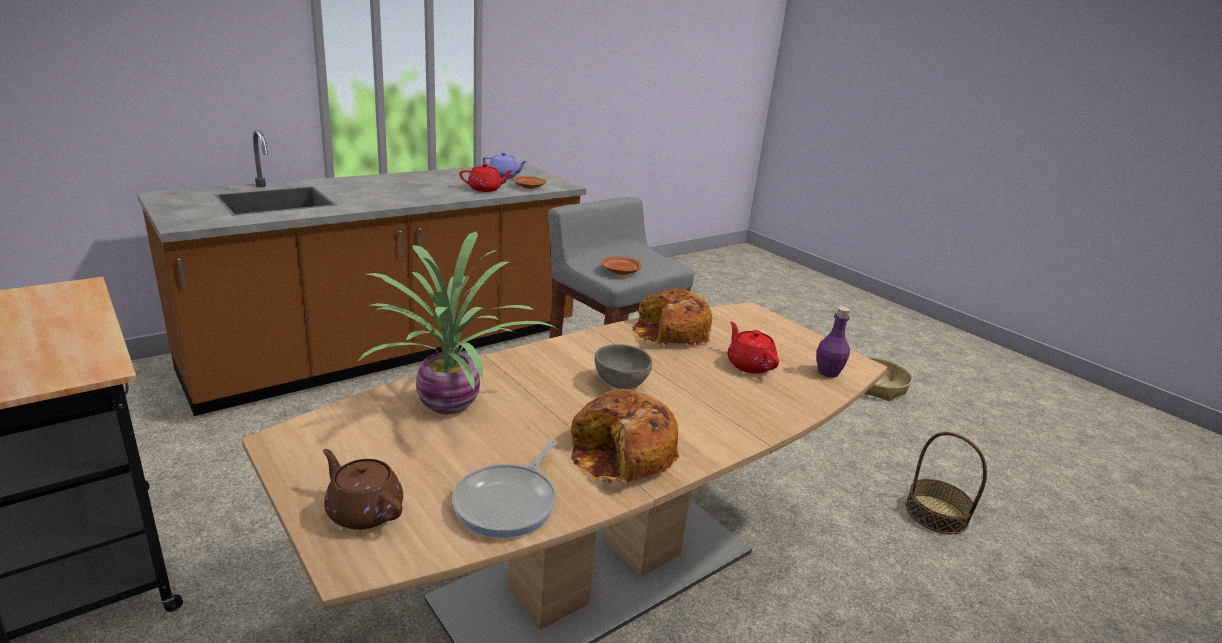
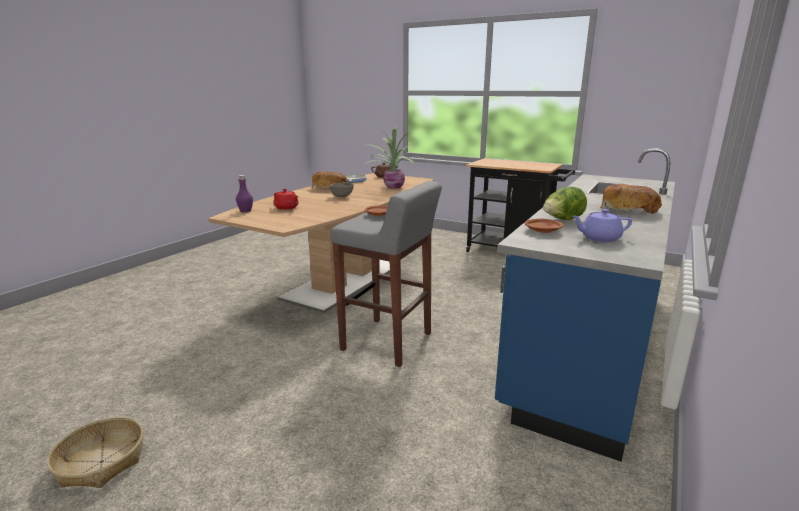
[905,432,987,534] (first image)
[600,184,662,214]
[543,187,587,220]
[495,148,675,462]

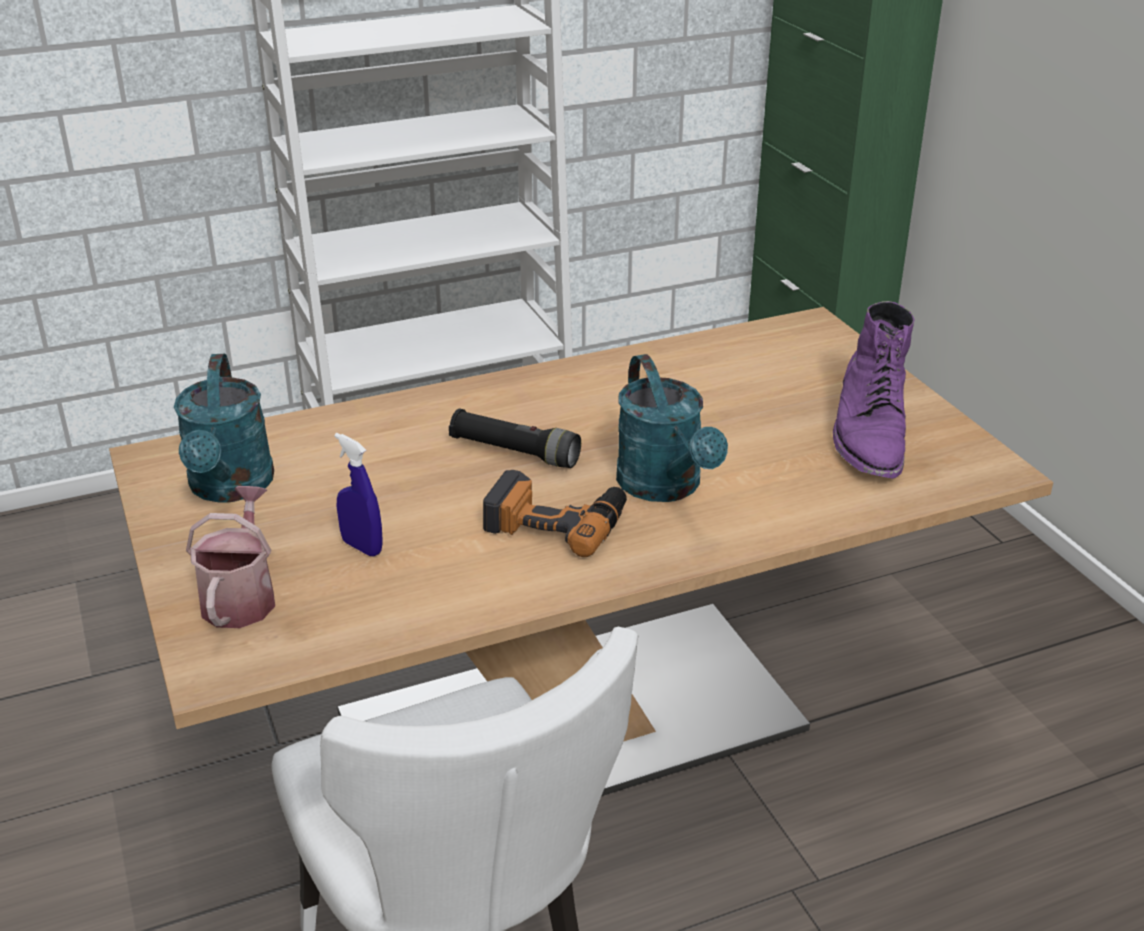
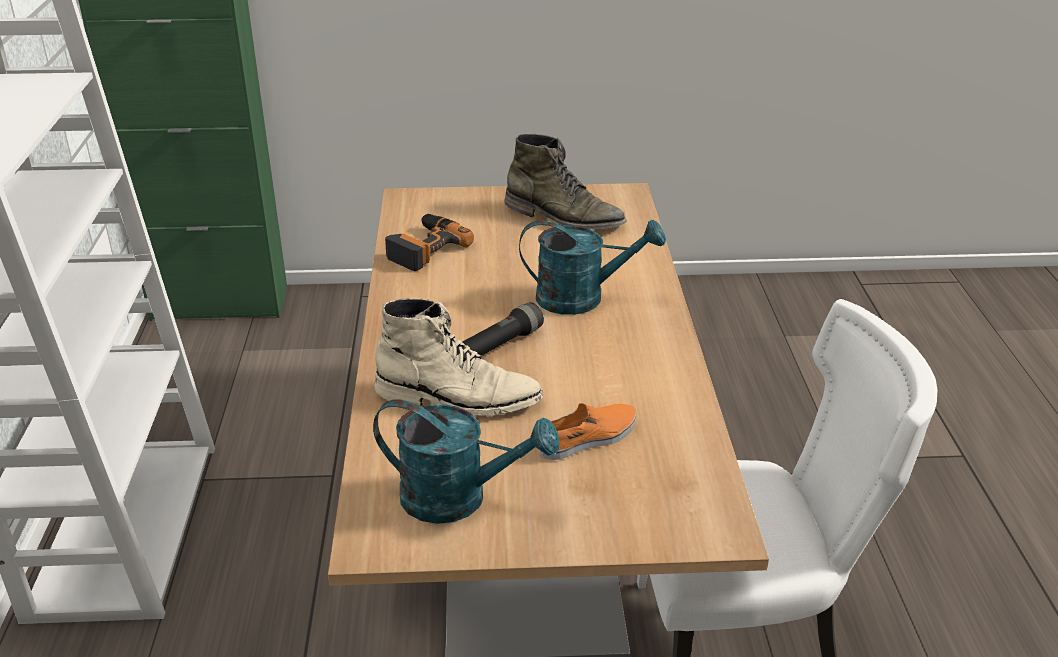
[186,486,275,628] (first image)
[374,298,544,416]
[385,214,474,271]
[539,403,636,460]
[504,134,627,230]

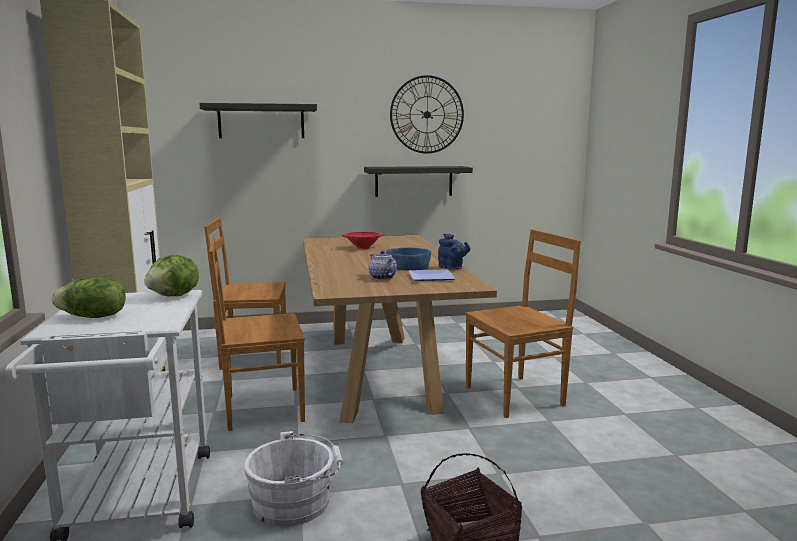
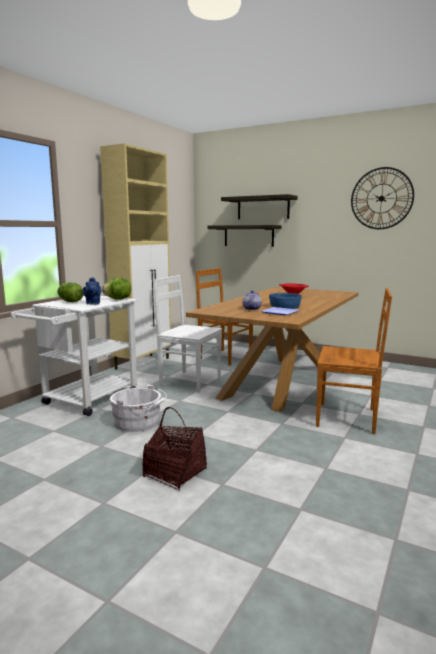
[208,225,282,247]
[82,277,101,305]
[153,275,222,393]

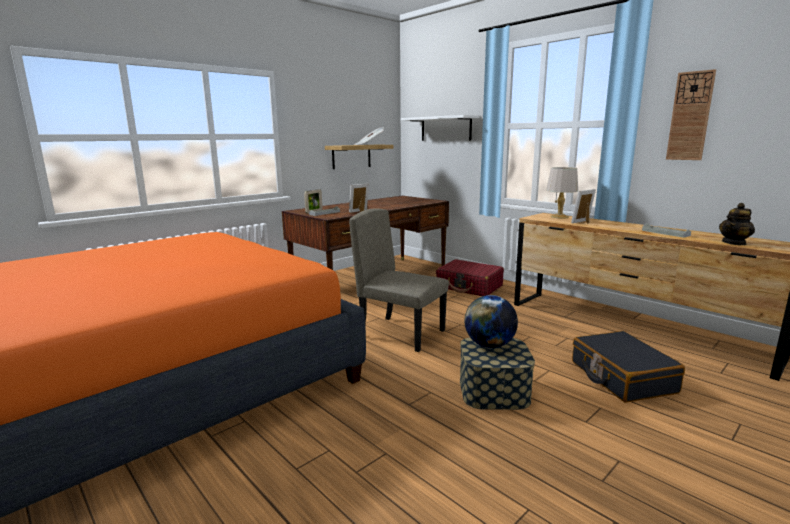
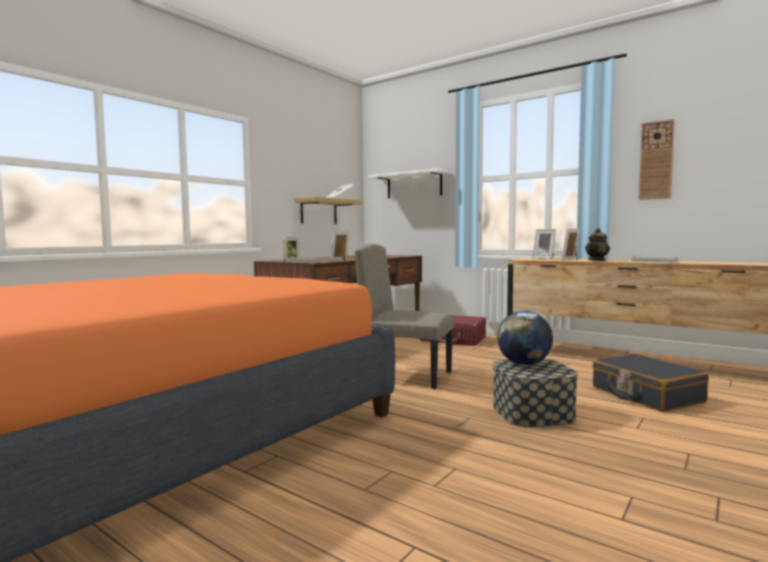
[585,228,610,261]
[532,229,556,259]

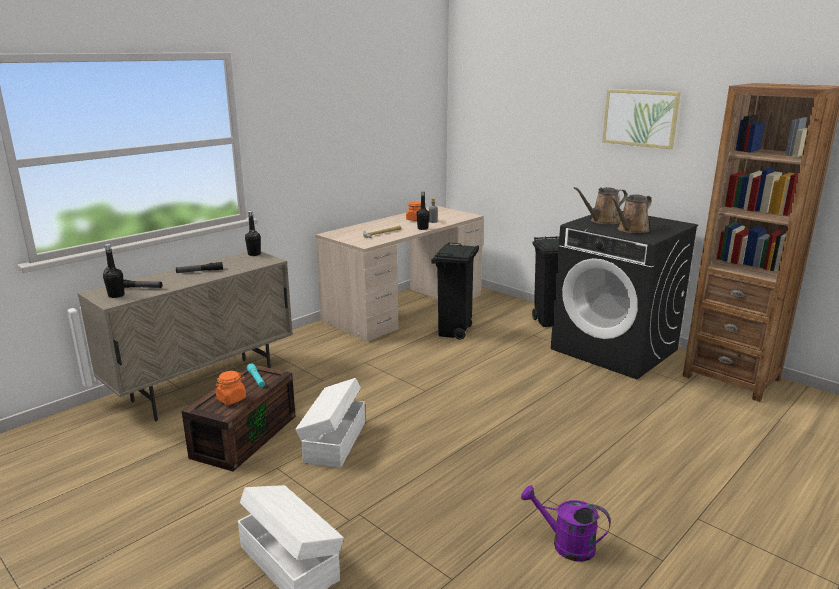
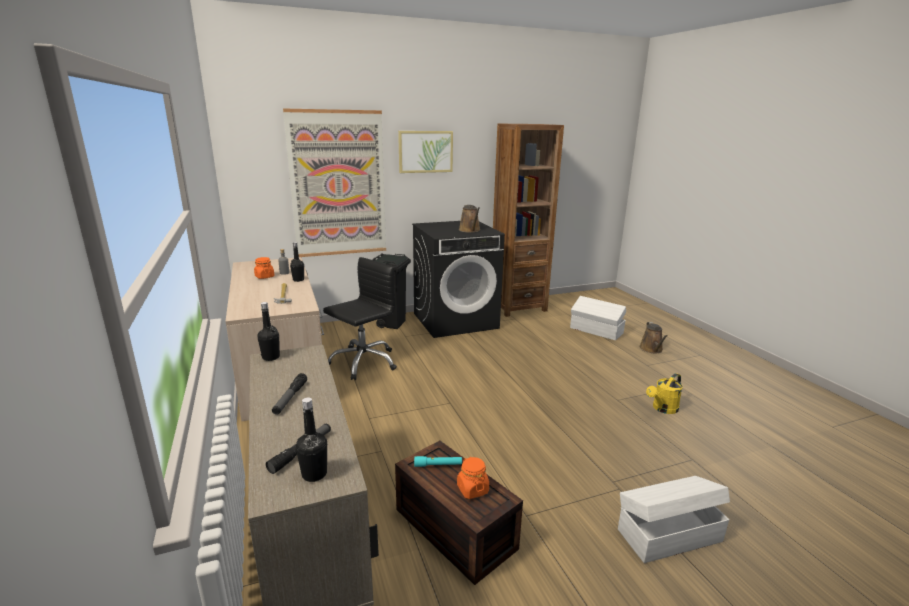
[283,108,386,257]
[570,296,626,340]
[639,322,668,353]
[323,257,397,380]
[646,373,683,414]

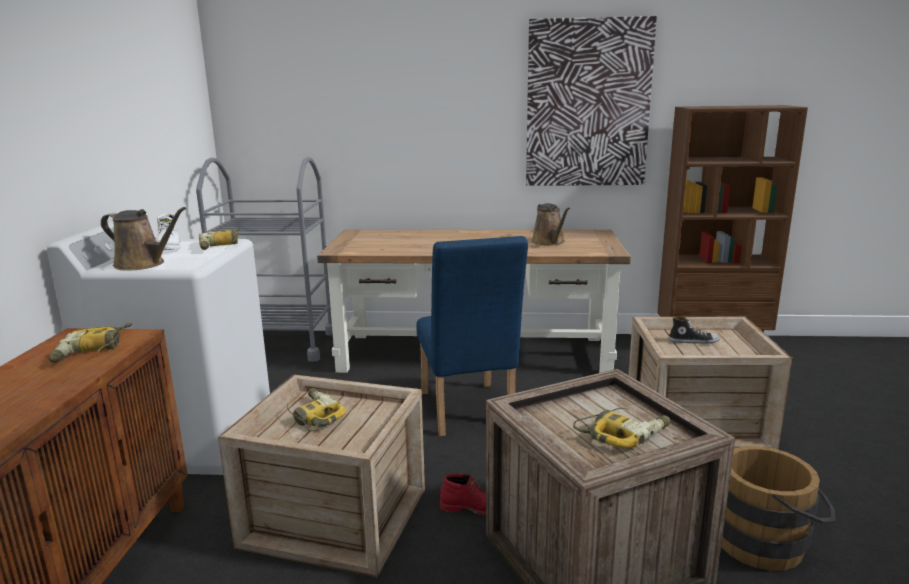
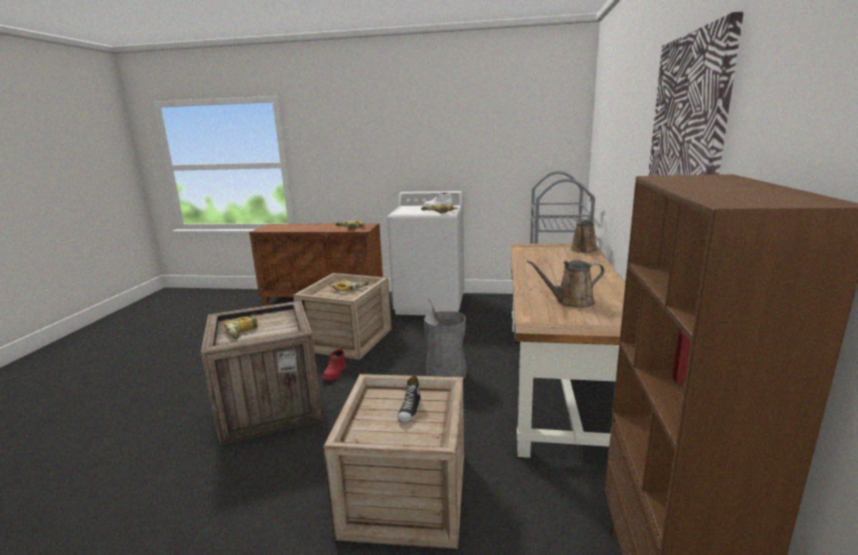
[721,446,836,571] (first image)
[570,220,598,253]
[424,298,466,379]

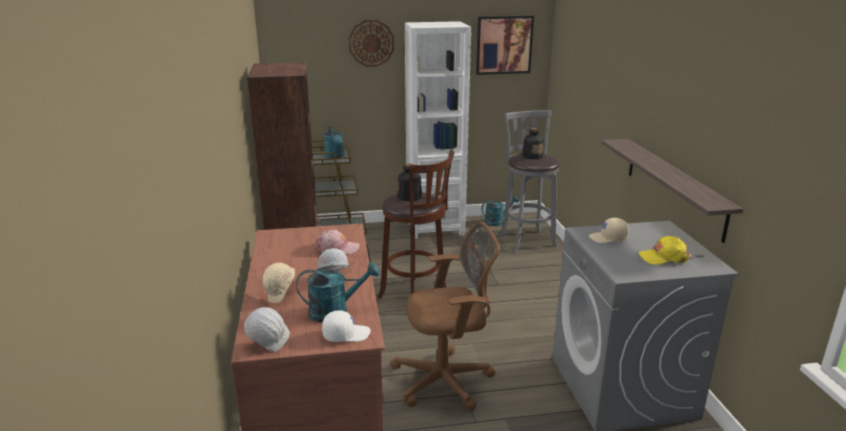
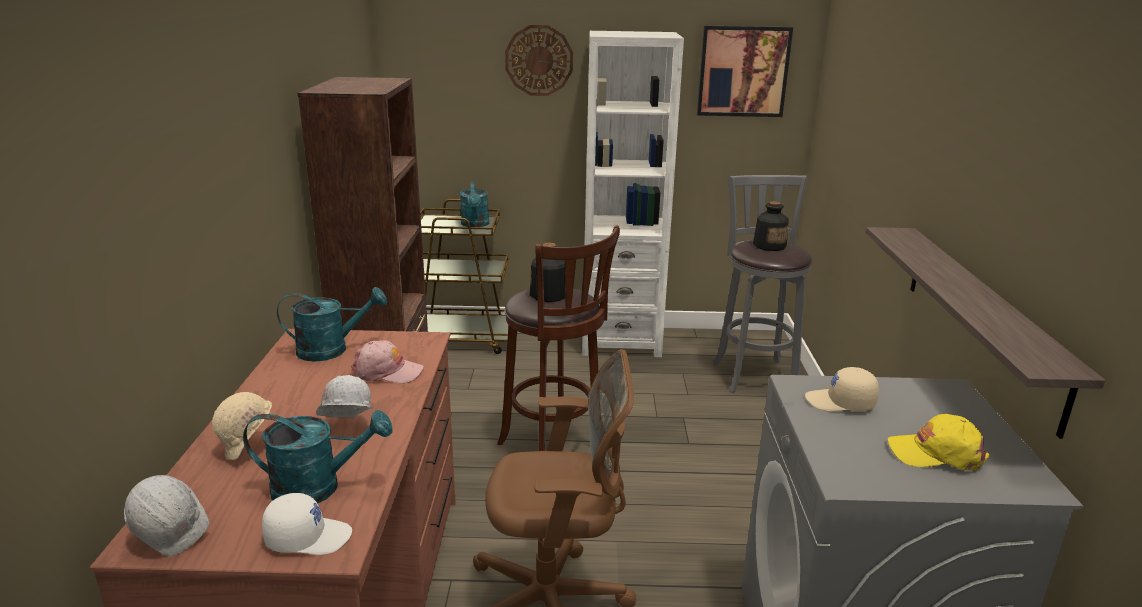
[277,287,387,362]

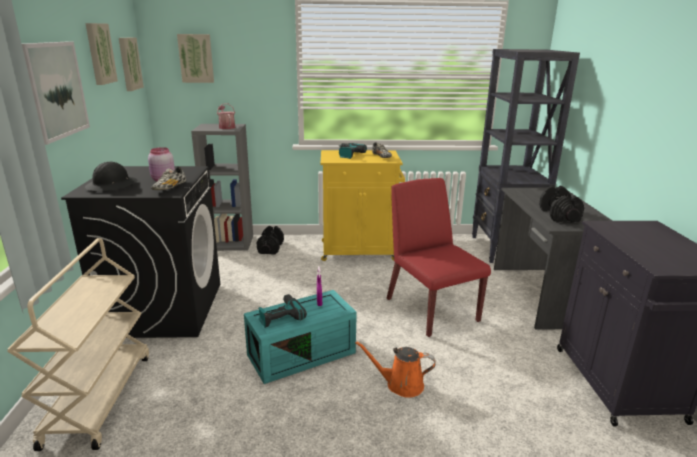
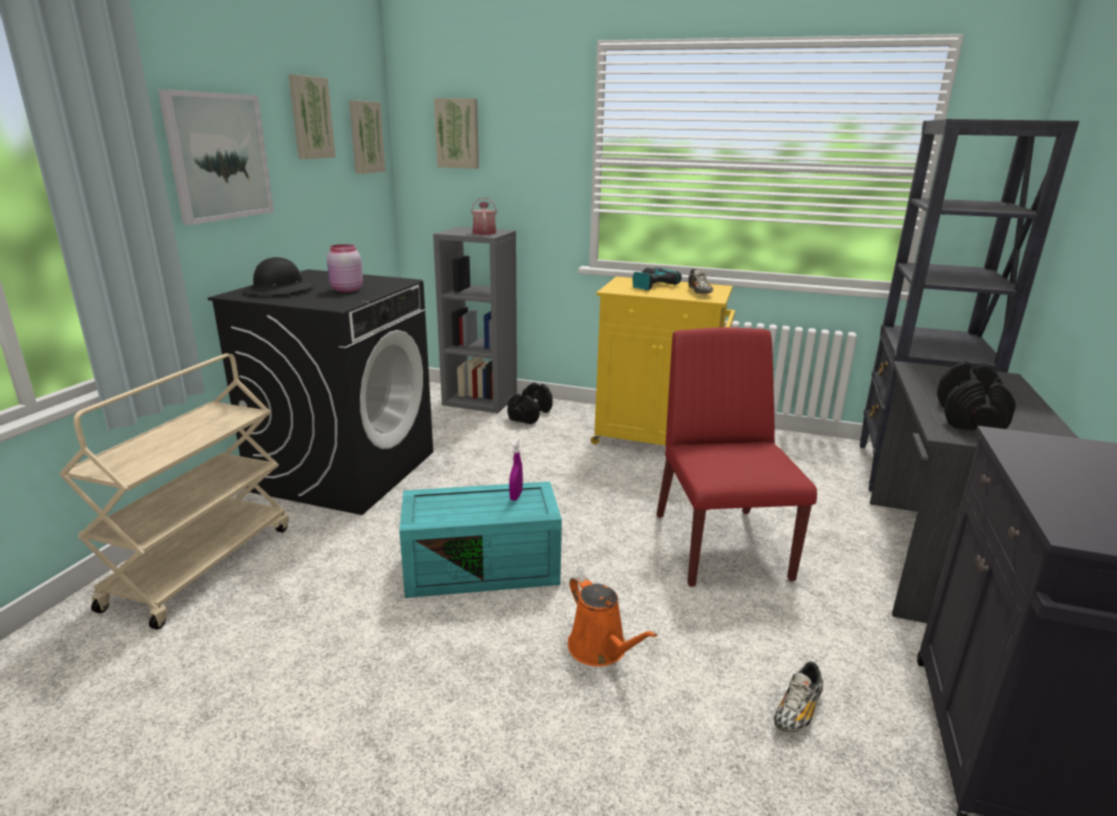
[258,294,307,328] (first image)
[774,662,823,732]
[568,574,657,667]

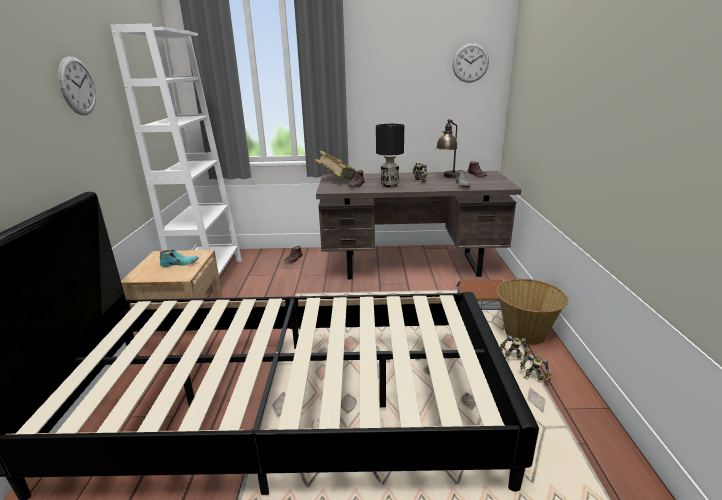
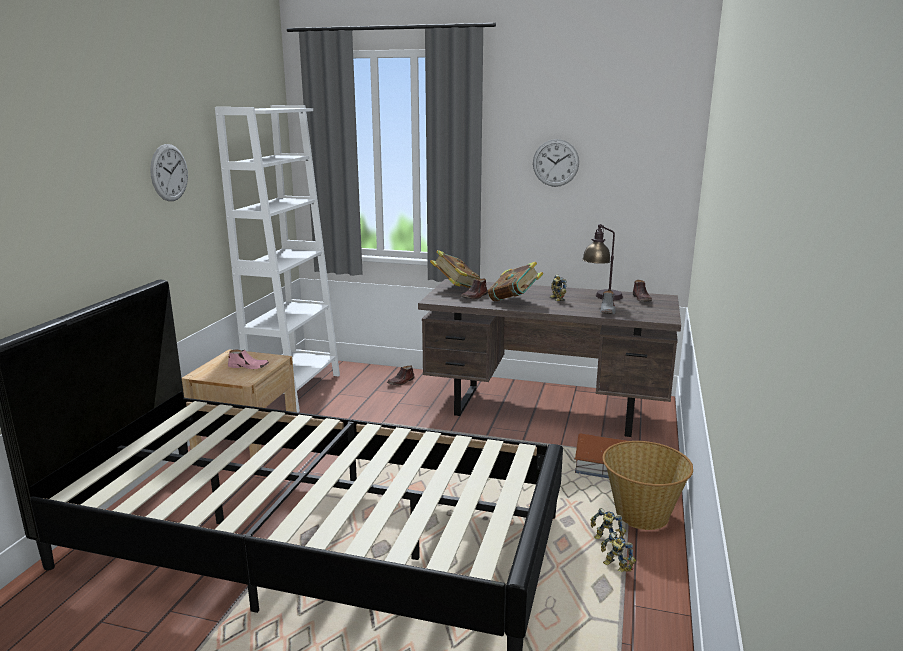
[533,139,579,187]
[488,261,543,301]
[228,349,269,369]

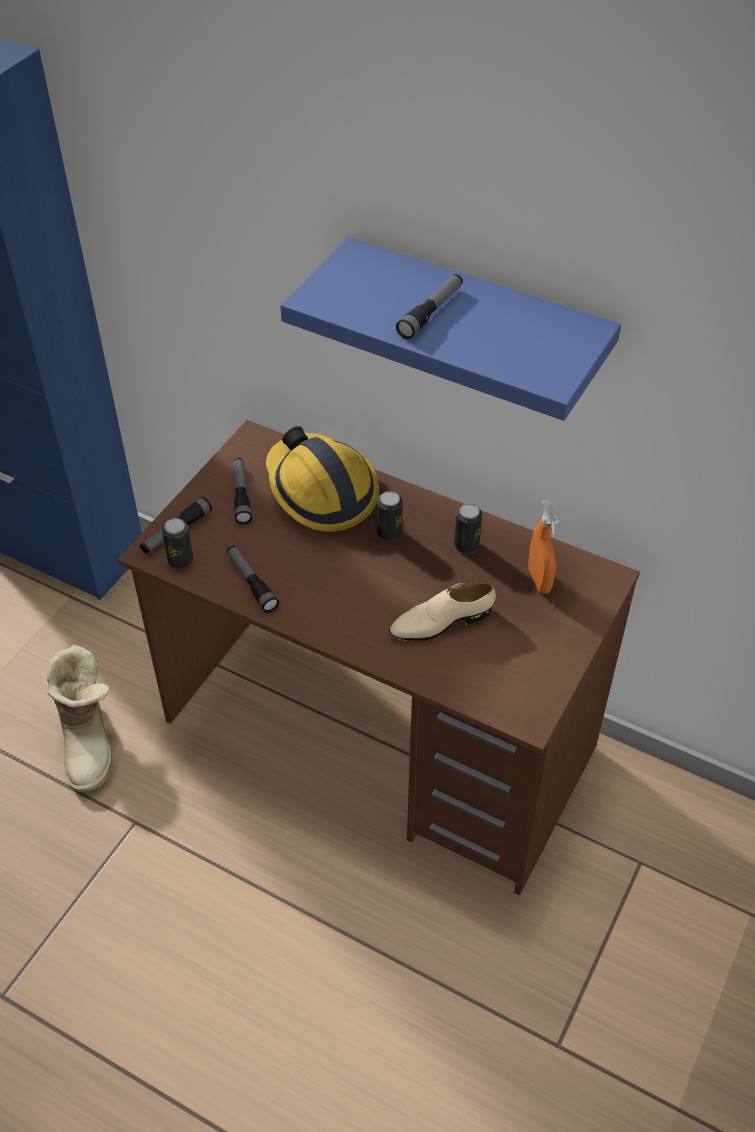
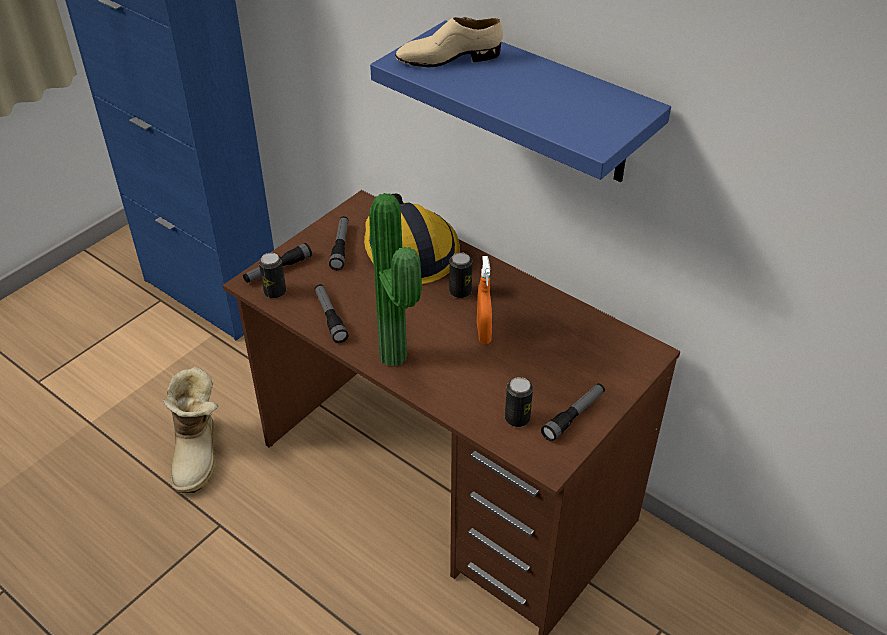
[369,193,422,367]
[395,17,503,67]
[541,383,605,442]
[505,377,533,427]
[477,256,492,344]

